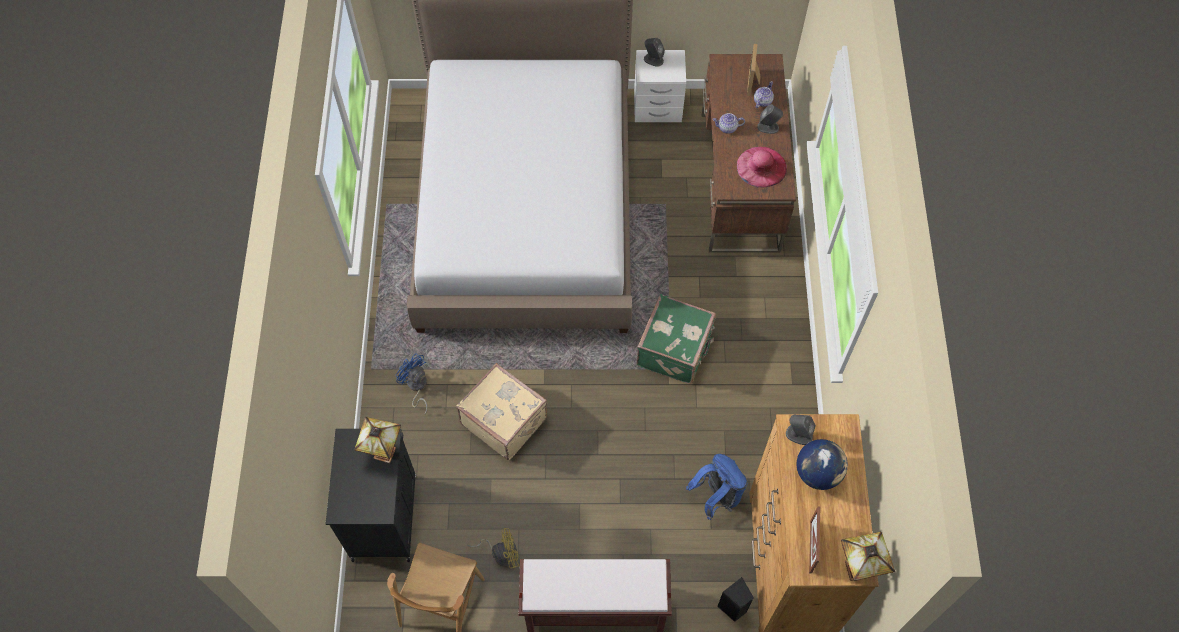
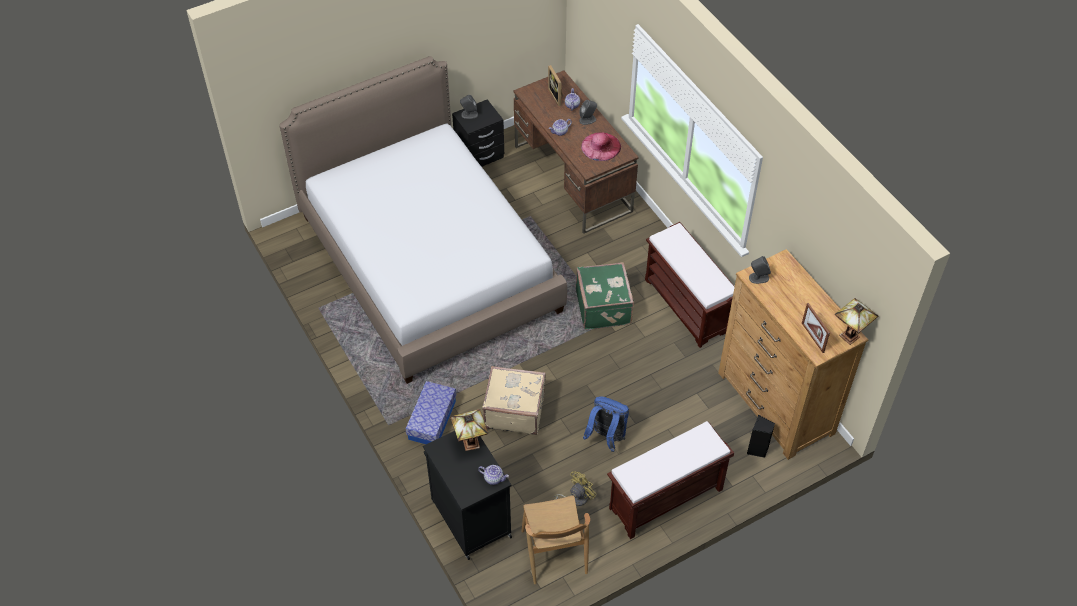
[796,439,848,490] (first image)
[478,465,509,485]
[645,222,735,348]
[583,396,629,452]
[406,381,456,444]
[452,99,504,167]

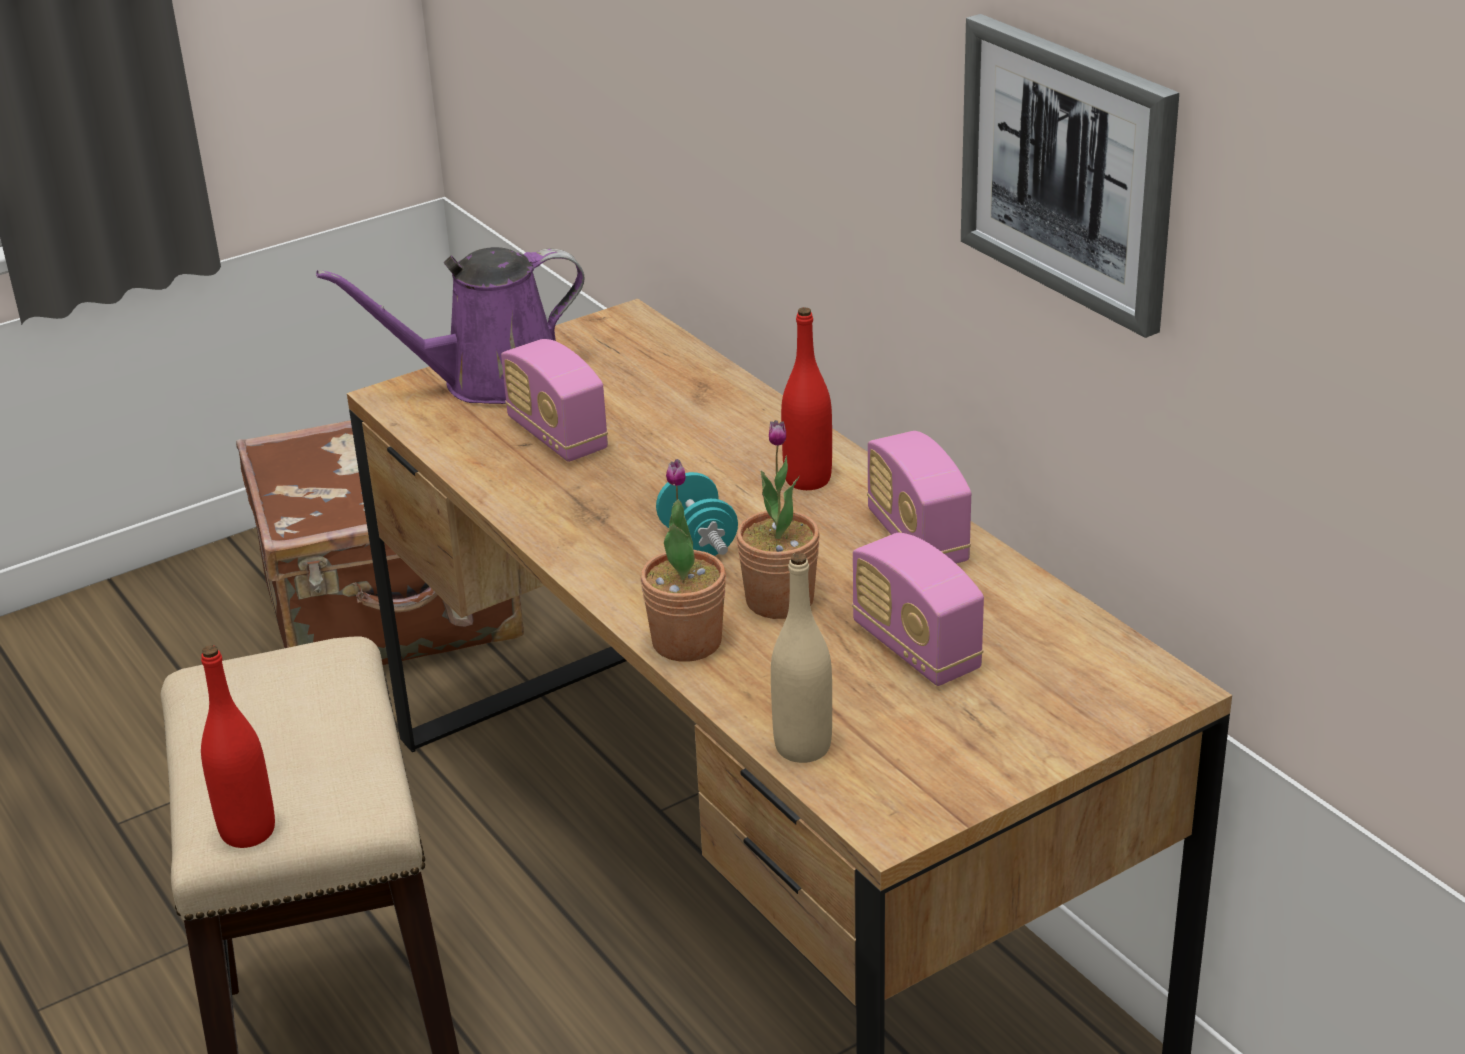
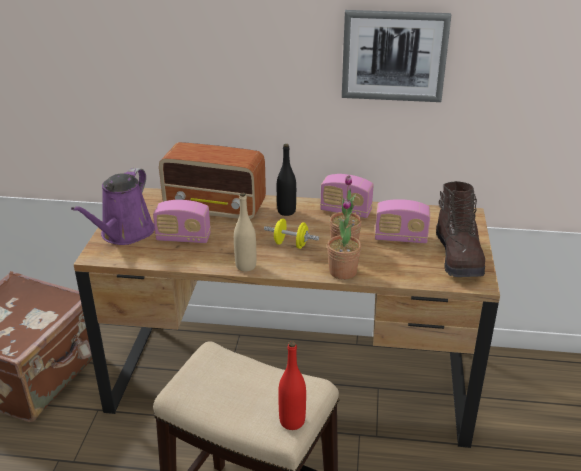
[159,142,266,219]
[436,181,485,277]
[234,193,256,272]
[264,219,319,249]
[277,144,296,216]

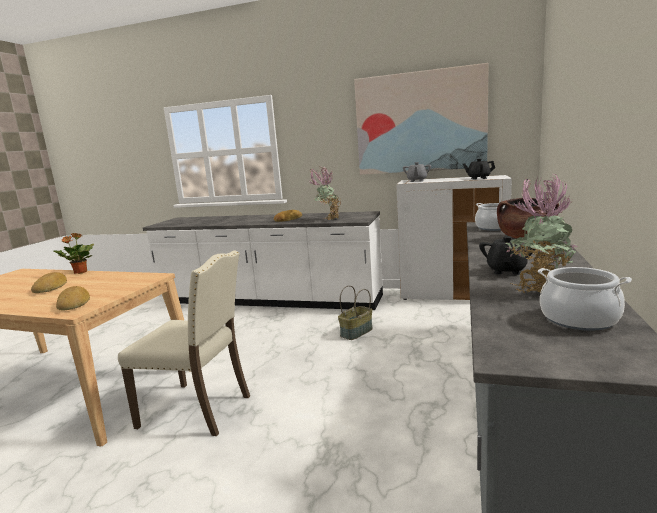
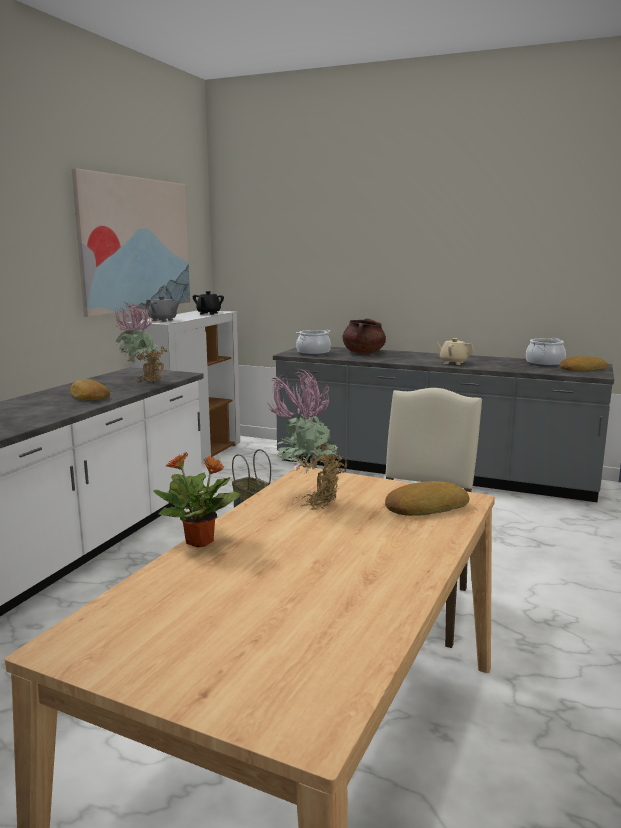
[559,356,608,371]
[268,368,348,510]
[434,338,474,365]

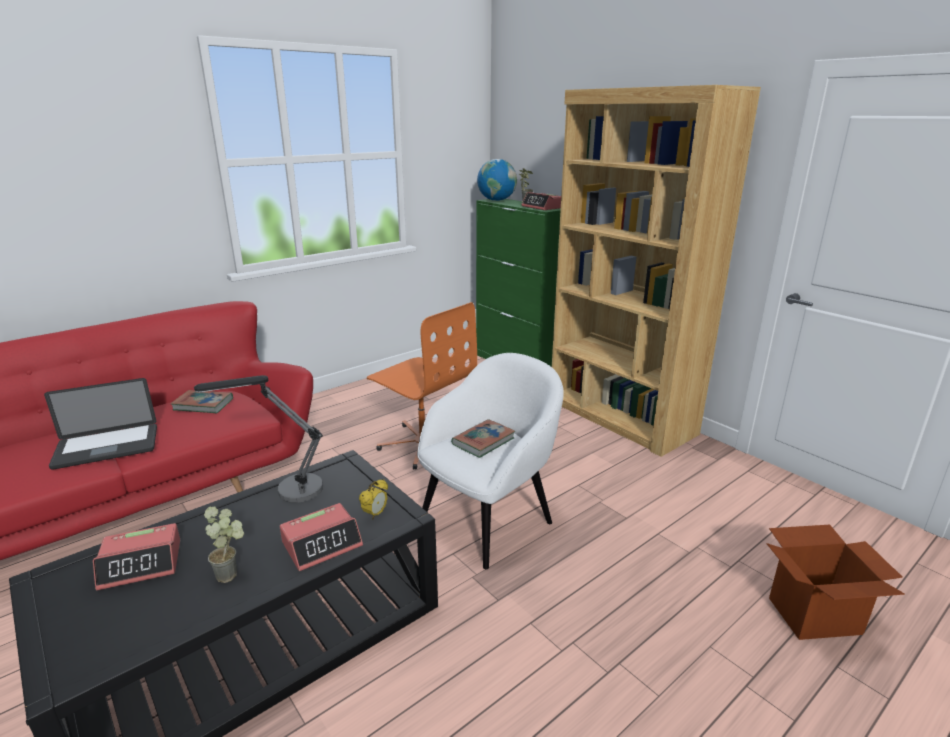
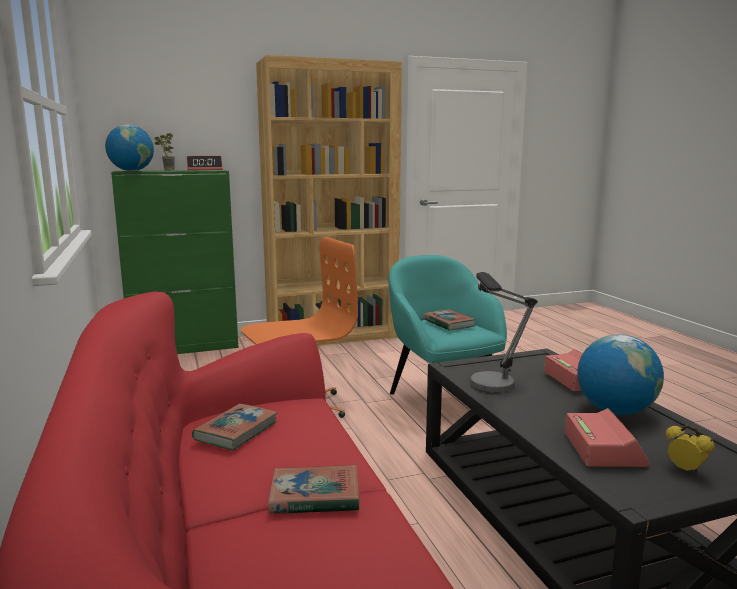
[766,525,905,640] (first image)
[666,425,715,473]
[268,465,359,514]
[577,335,664,415]
[388,255,507,395]

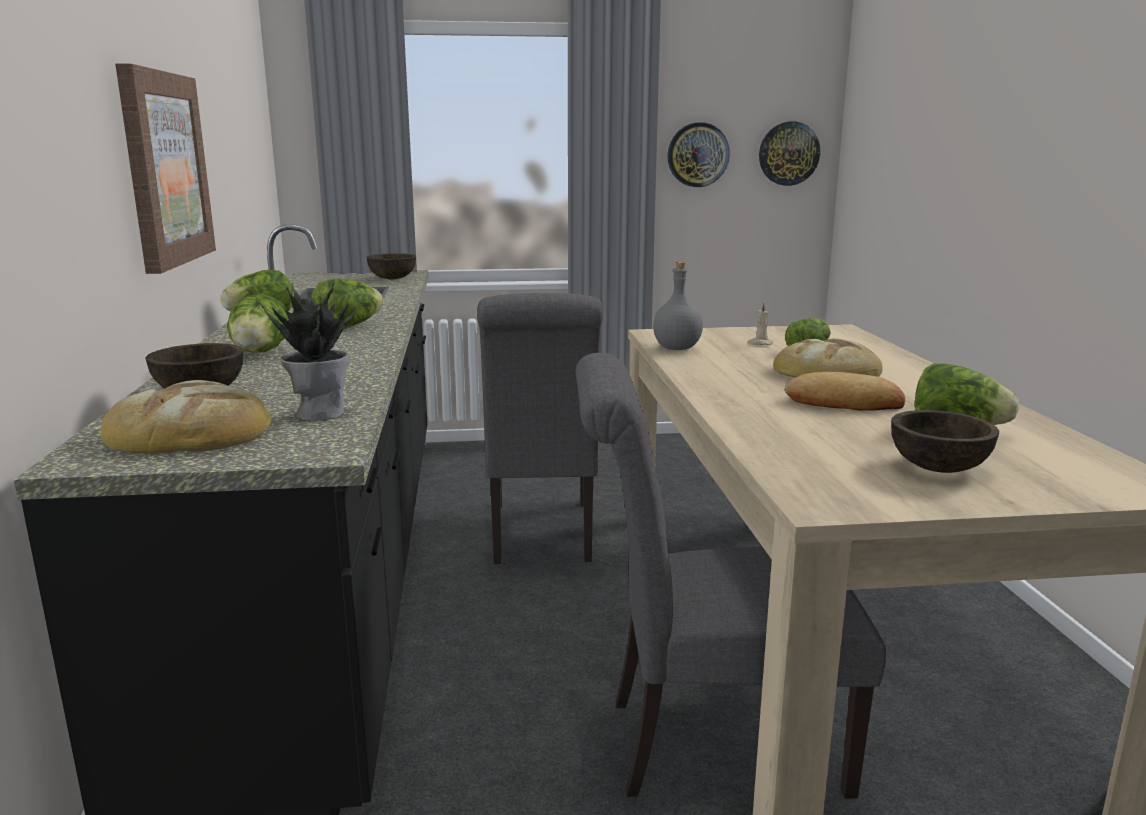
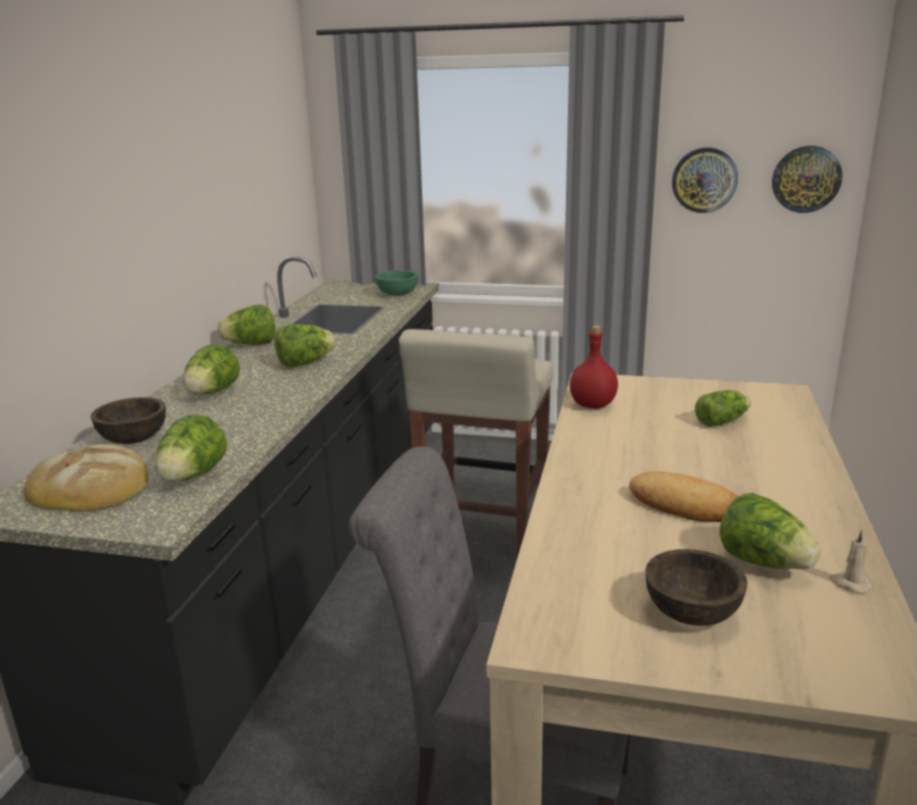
[115,64,216,274] (first image)
[773,338,883,378] (first image)
[830,529,872,593]
[155,414,227,482]
[399,329,553,558]
[375,270,418,296]
[570,326,618,409]

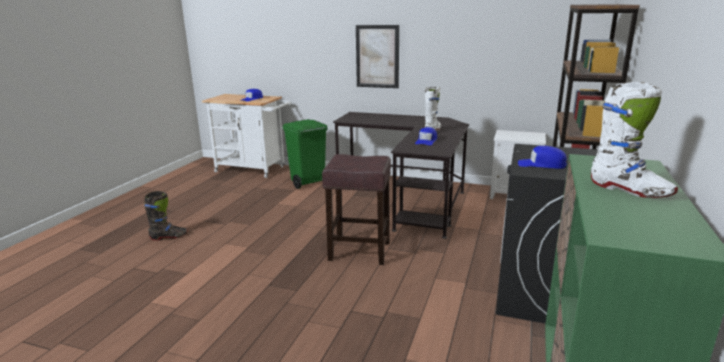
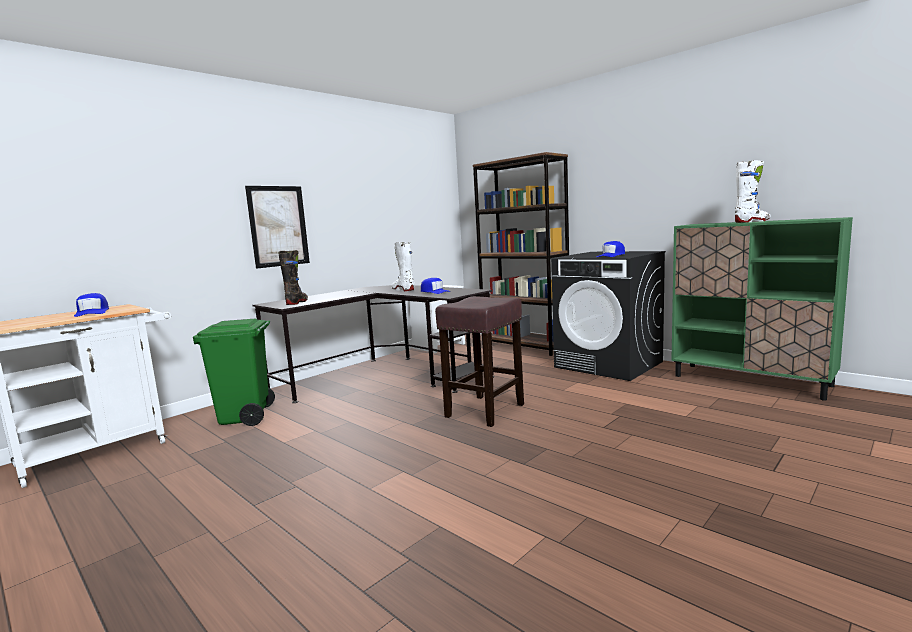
[278,250,308,305]

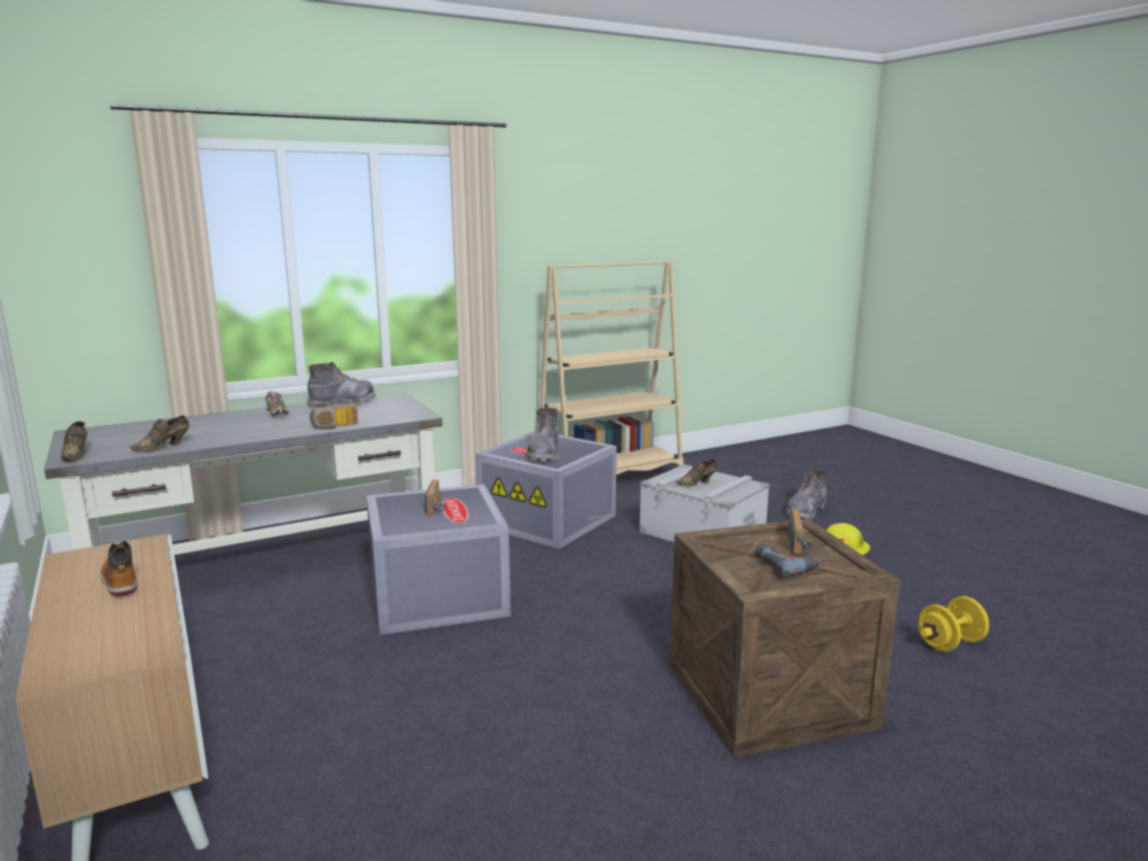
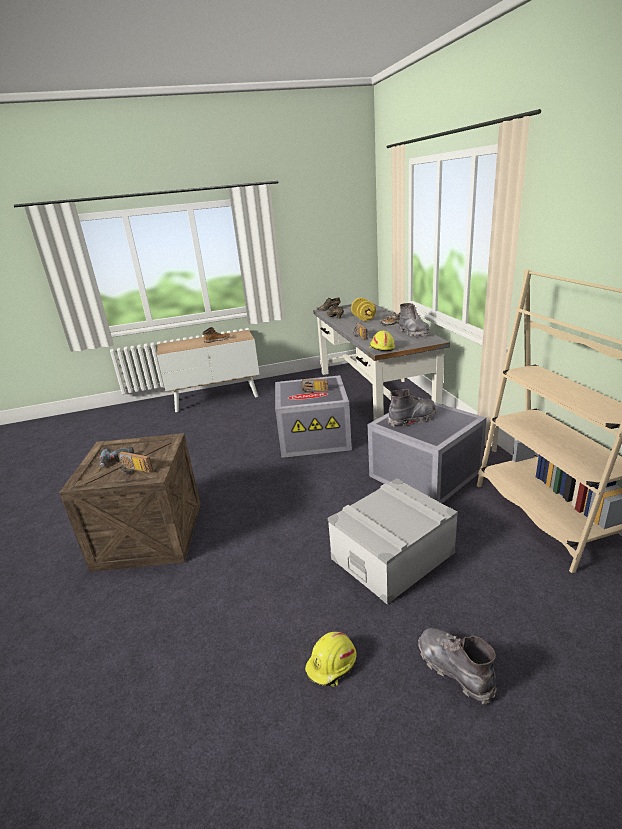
[676,459,717,487] (first image)
[369,331,395,351]
[351,298,376,321]
[387,389,436,427]

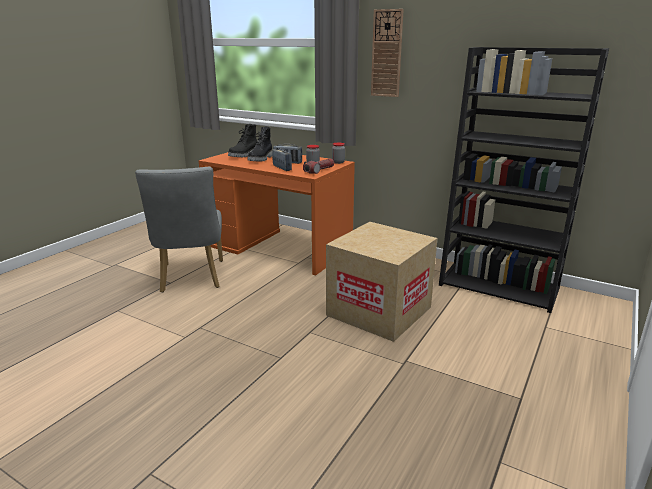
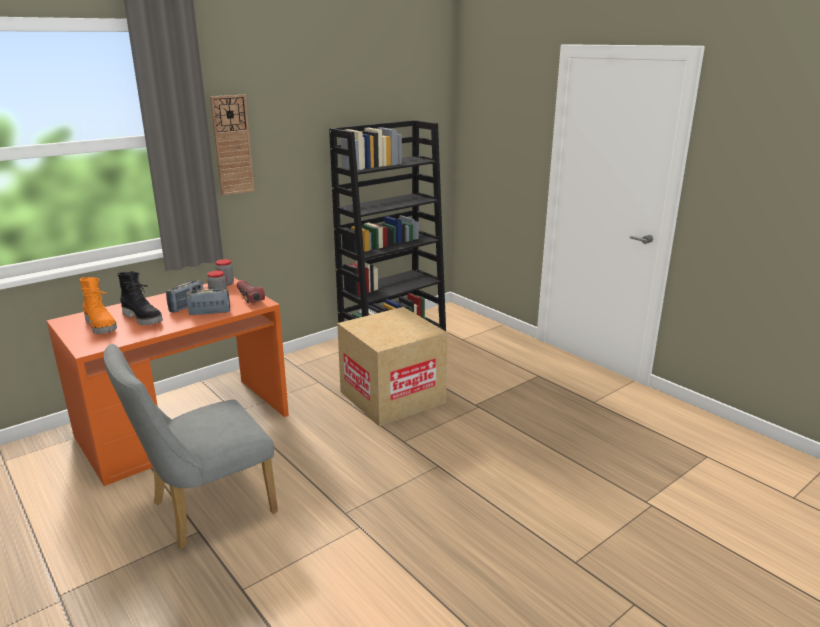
[80,277,117,334]
[104,344,278,549]

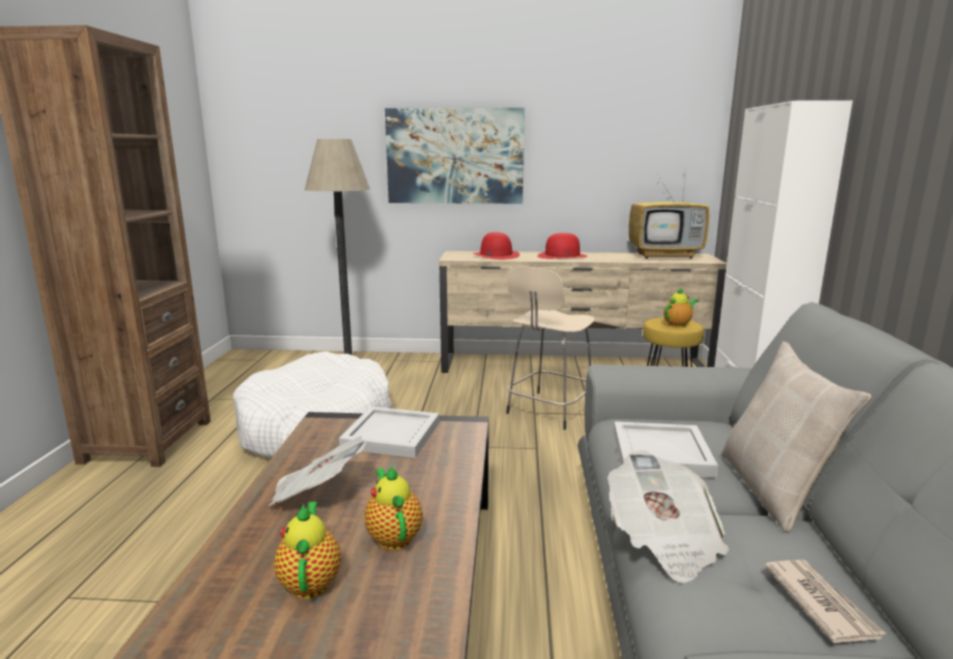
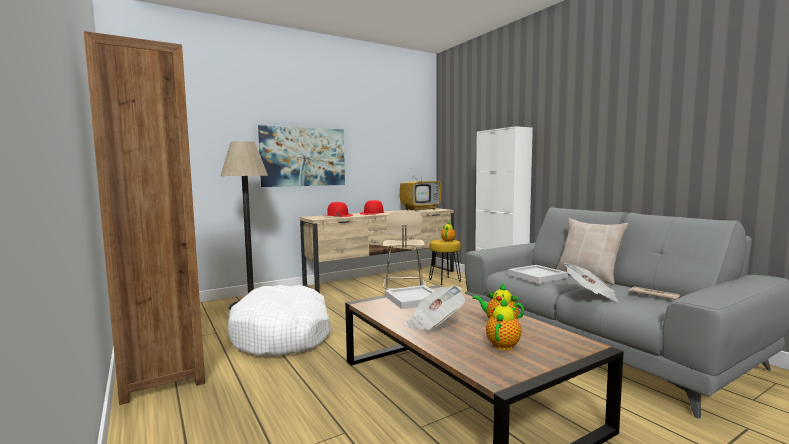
[486,298,521,350]

